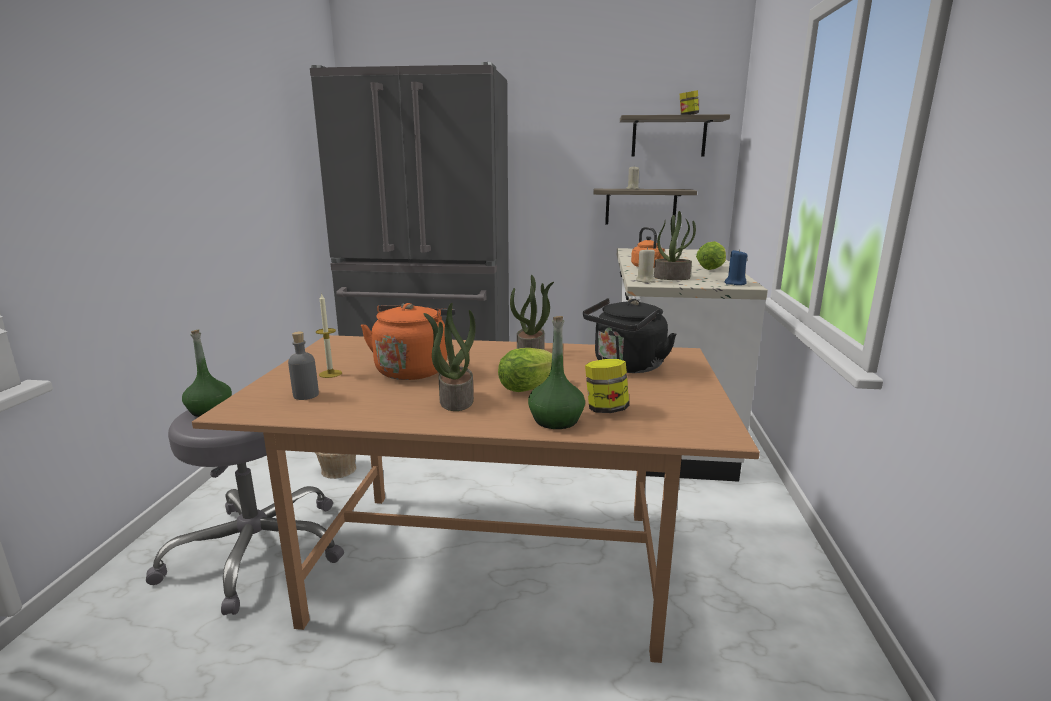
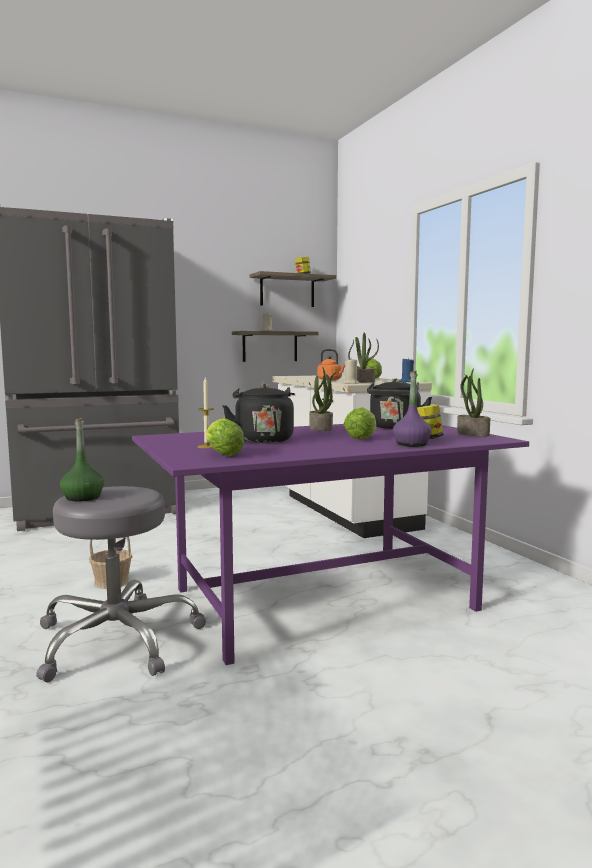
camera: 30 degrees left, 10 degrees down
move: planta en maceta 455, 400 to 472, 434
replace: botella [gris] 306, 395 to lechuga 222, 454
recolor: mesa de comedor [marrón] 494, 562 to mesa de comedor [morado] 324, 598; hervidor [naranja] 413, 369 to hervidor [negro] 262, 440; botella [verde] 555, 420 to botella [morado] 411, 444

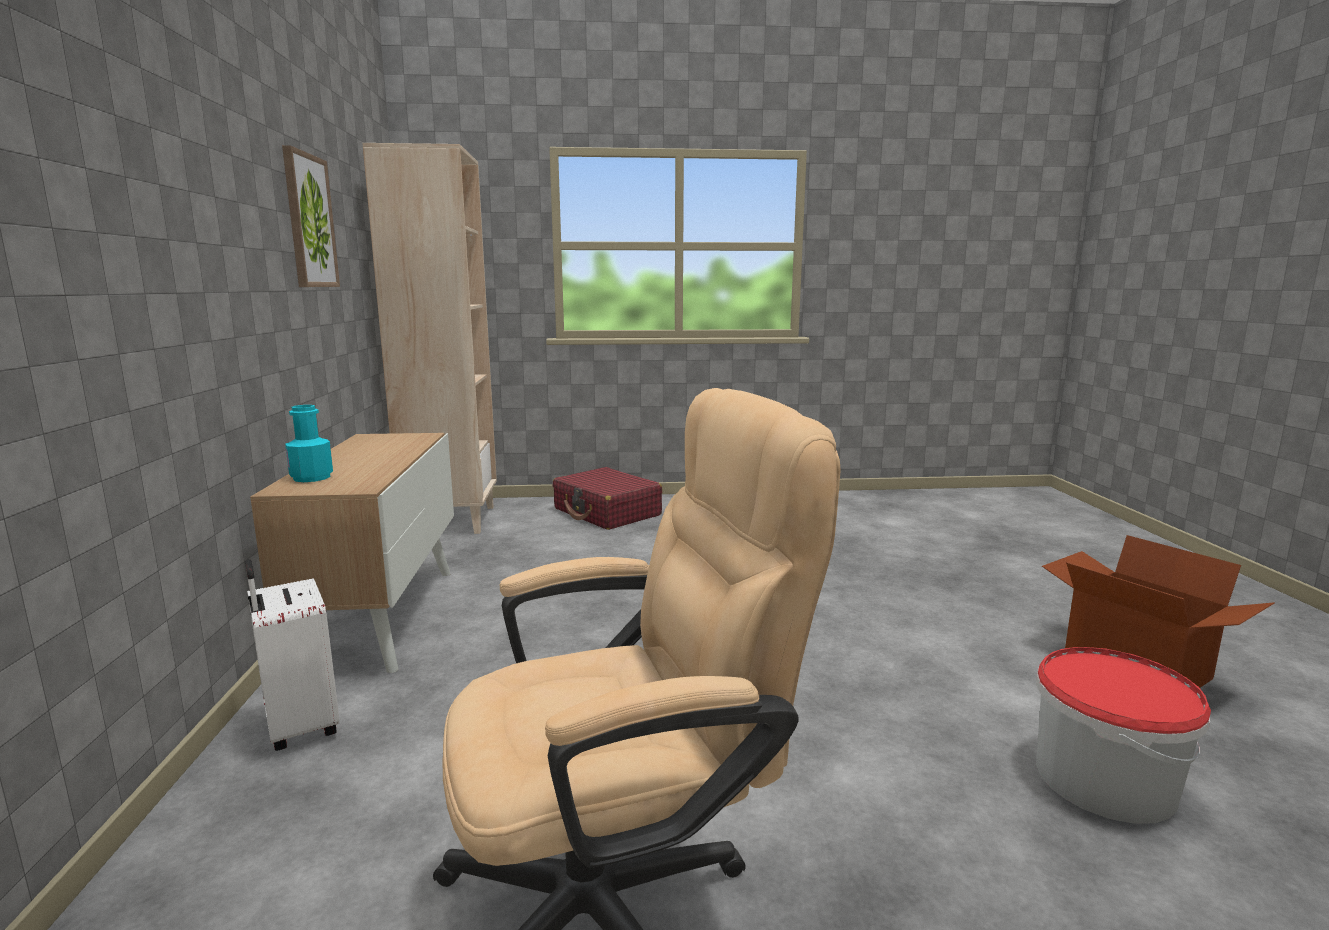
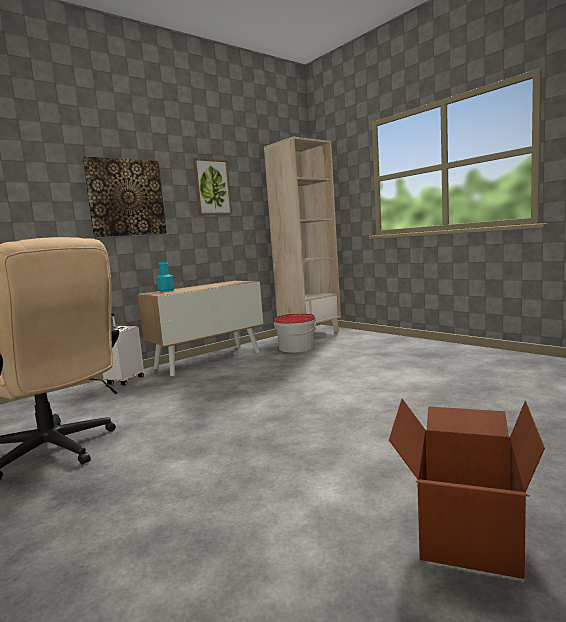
camera: 55 degrees right, 5 degrees down
delete: maleta [rojo] 607, 512
insert: cuadro 126, 197
move: cubo 1103, 779 to 296, 347

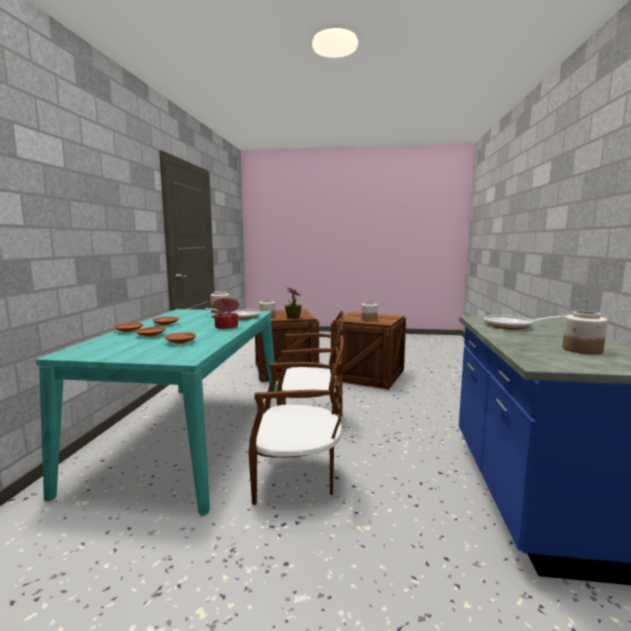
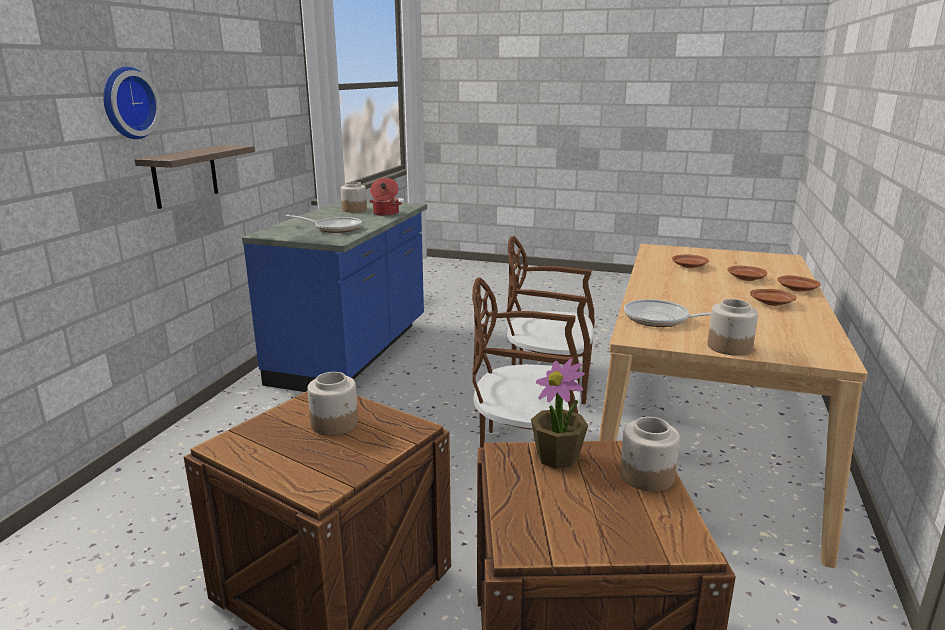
camera: 170 degrees left, 10 degrees up
insert: reloj de pared 127, 103; estante 185, 176
move: olla 227, 327 to 385, 214
recolor: mesa de comedor [turquesa] 189, 434 to mesa de comedor [beis] 703, 439

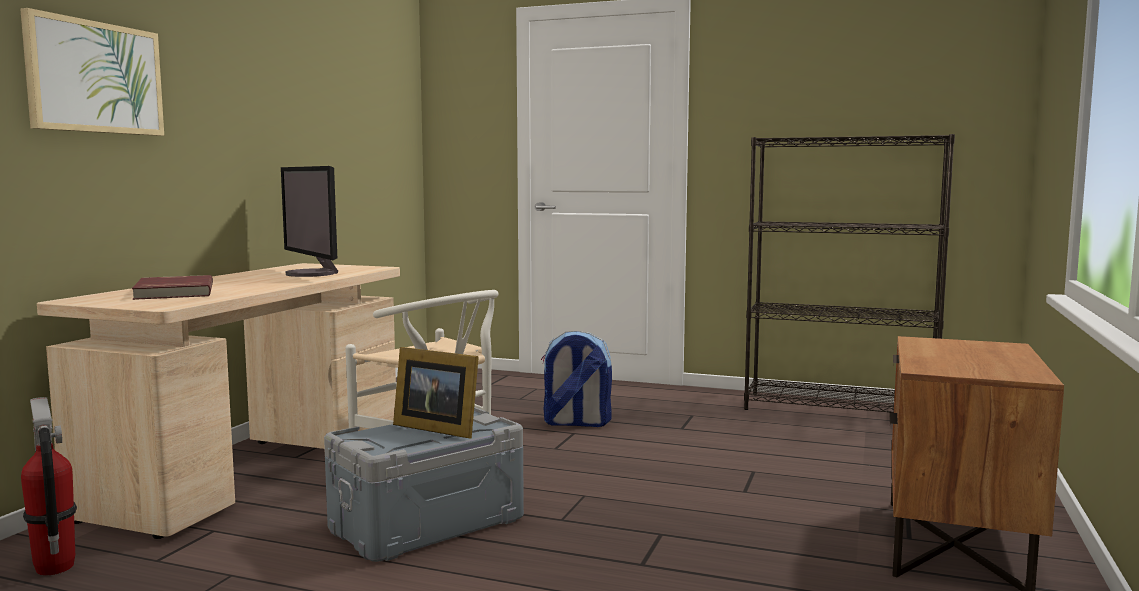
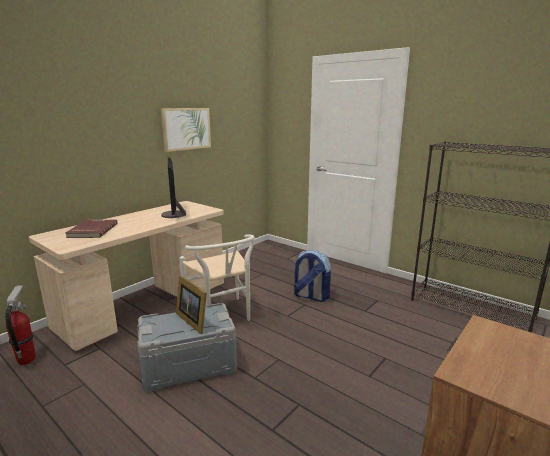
camera: 20 degrees right, 10 degrees up
move: cuadro 95, 77 to 186, 129

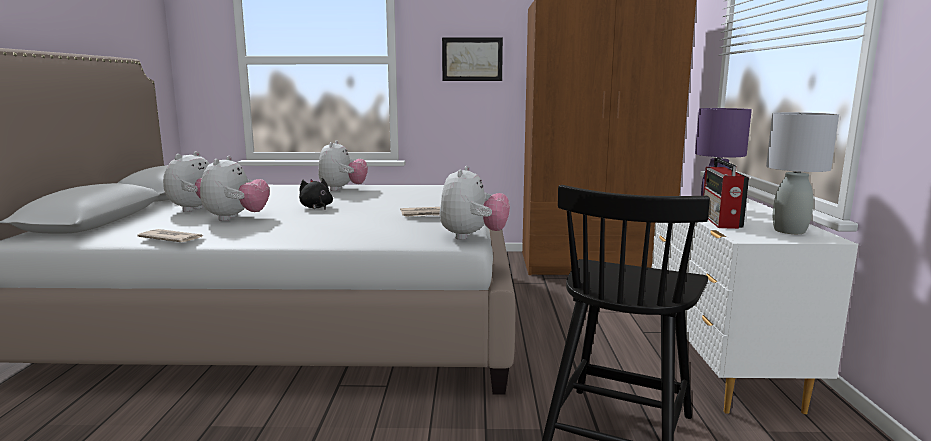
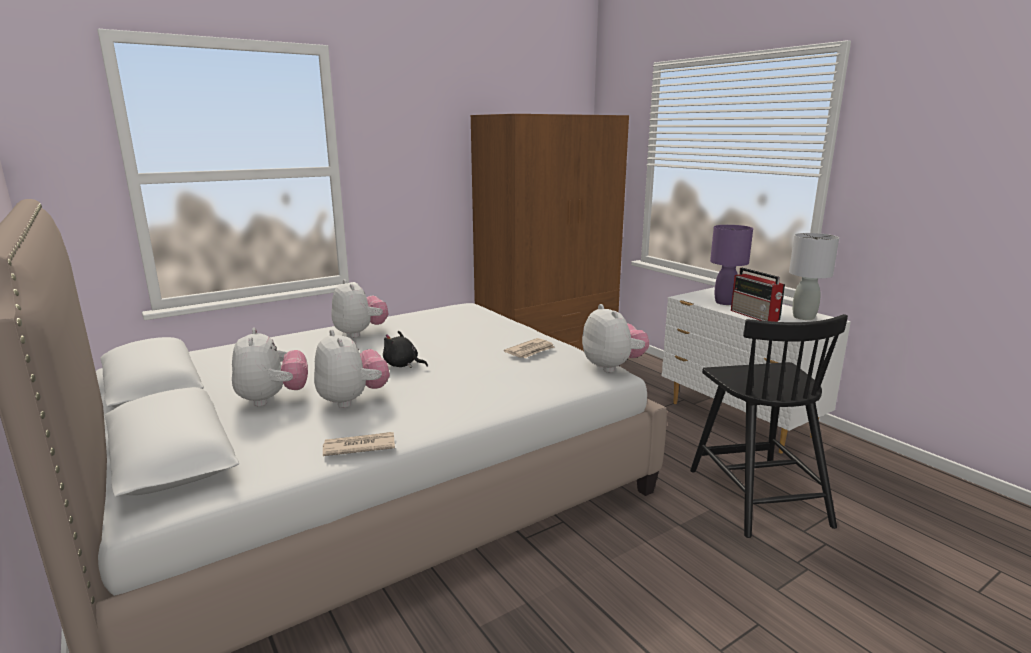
camera: 35 degrees left, 5 degrees up
delete: cuadro 472, 59

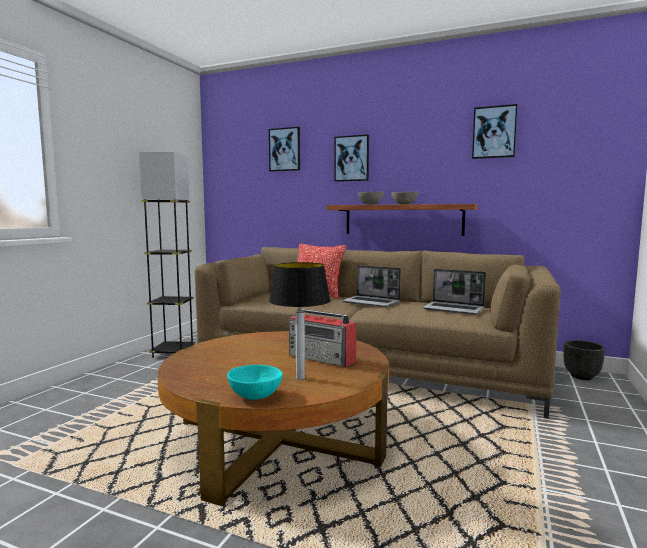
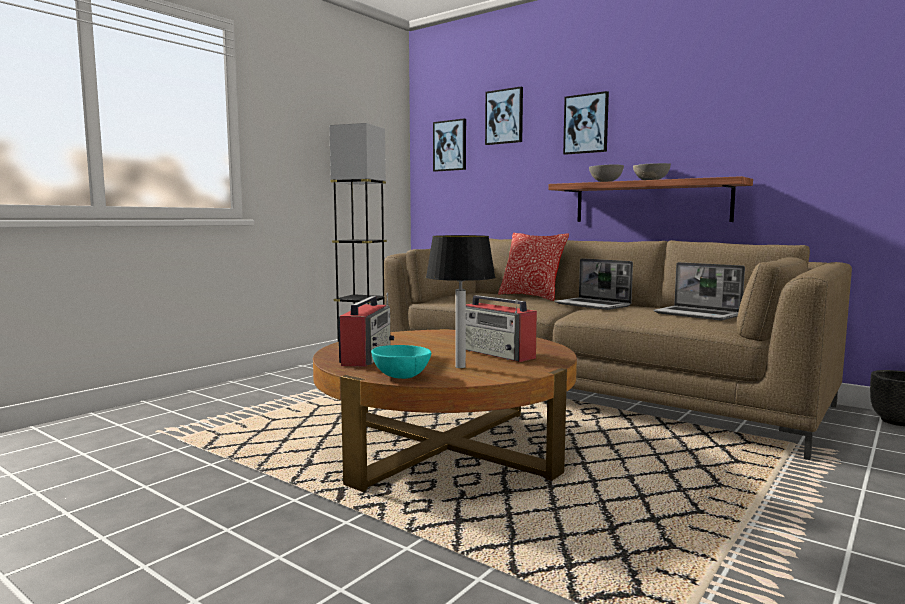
camera: 15 degrees right, 0 degrees up
insert: radio 366, 356
move: cuadro 494, 132 to 450, 145

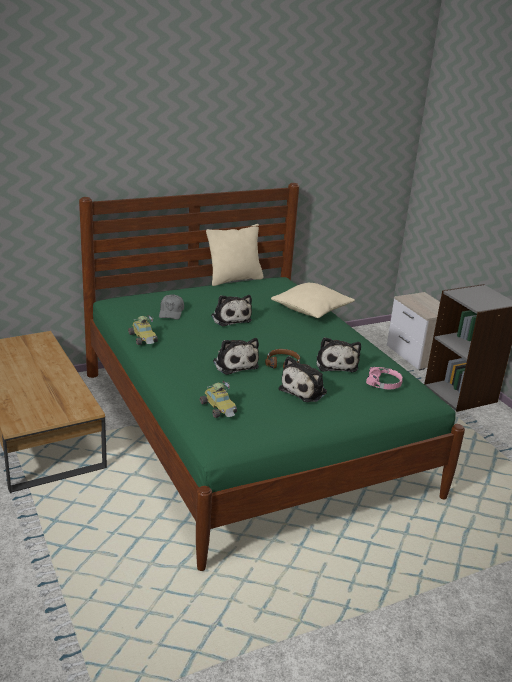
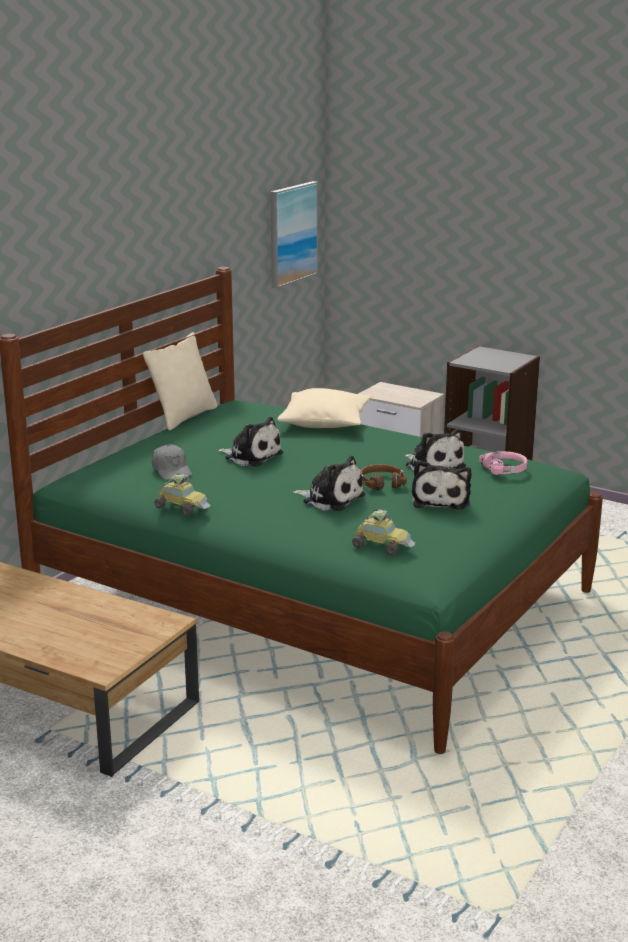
camera: 30 degrees left, 5 degrees down
insert: cuadro 292, 234

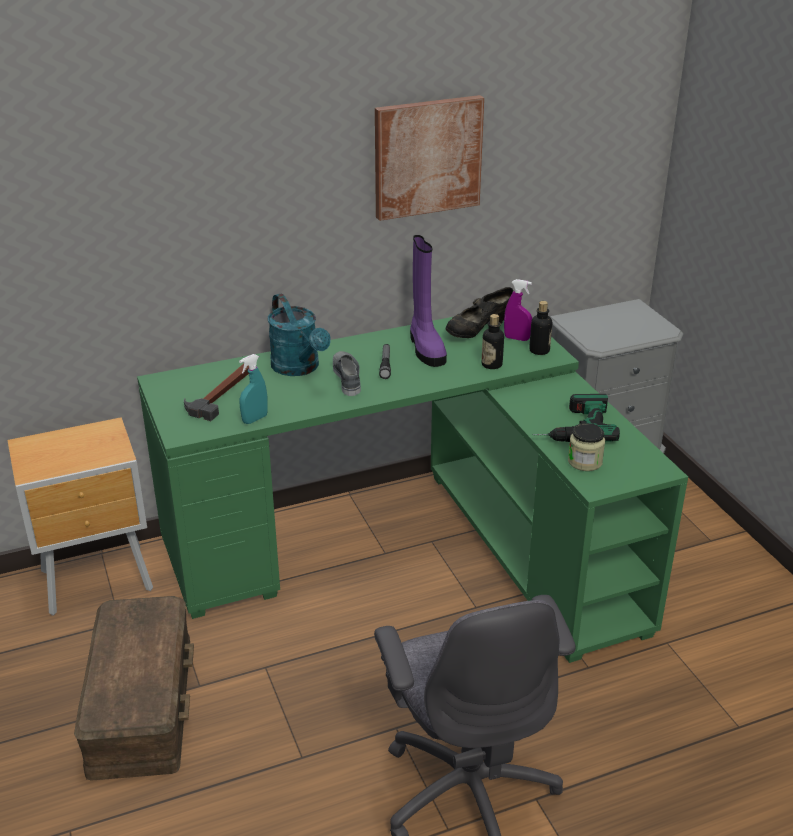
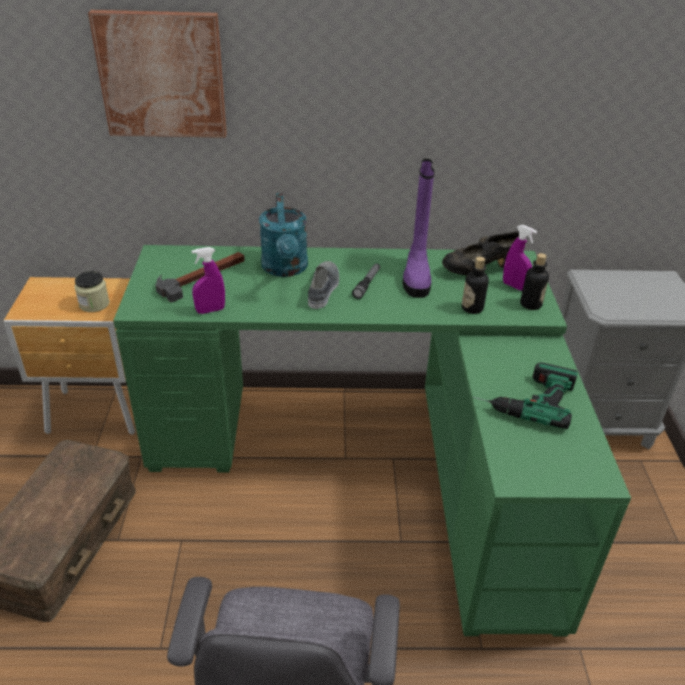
camera: 20 degrees right, 5 degrees up
move: cuadro 427, 157 to 162, 75; tarro 585, 462 to 94, 304
recolor: pulverizador [turquesa] 255, 419 to pulverizador [morado] 210, 310

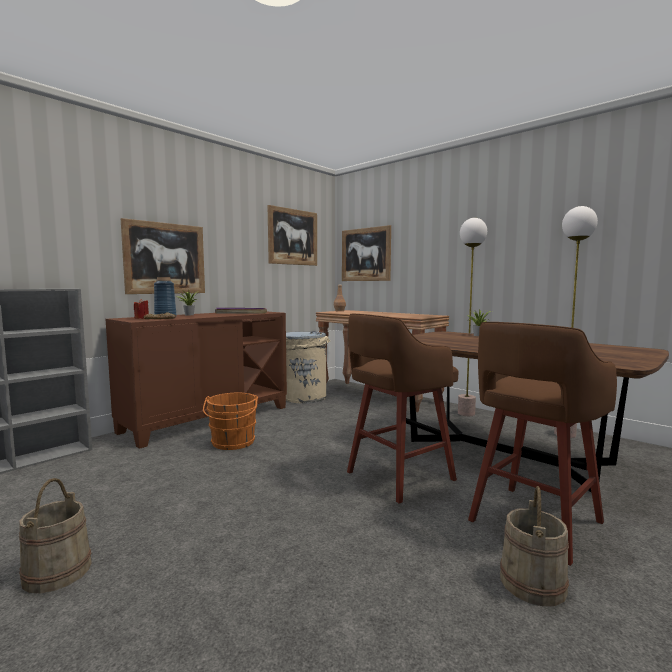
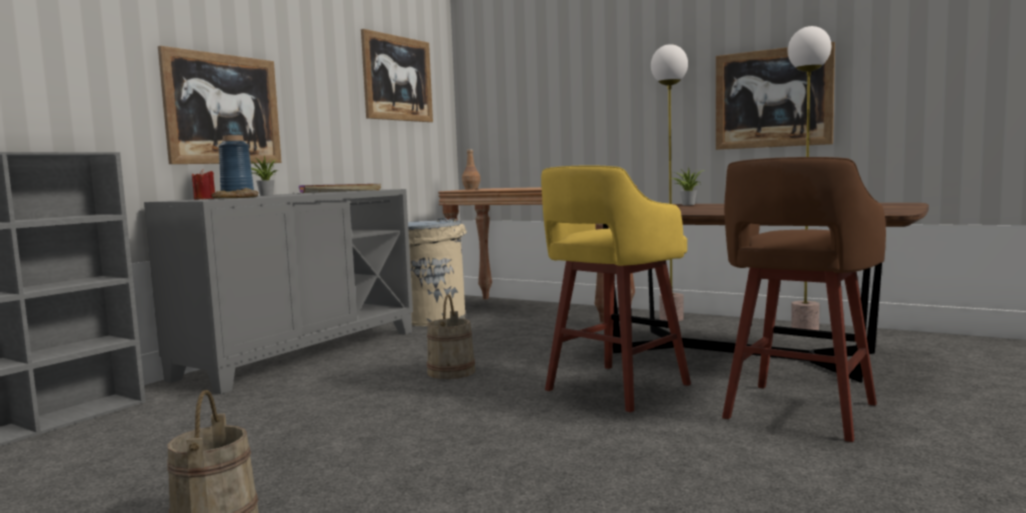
camera: 10 degrees left, 0 degrees up
delete: cubo [naranja] 232, 443
move: cuadro 365, 254 to 772, 98; cubo [beis] 533, 583 to 451, 372
recolor: armario [marrón] 207, 419 to armario [gris] 301, 354; taburete [marrón] 397, 477 to taburete [amarillo] 614, 388

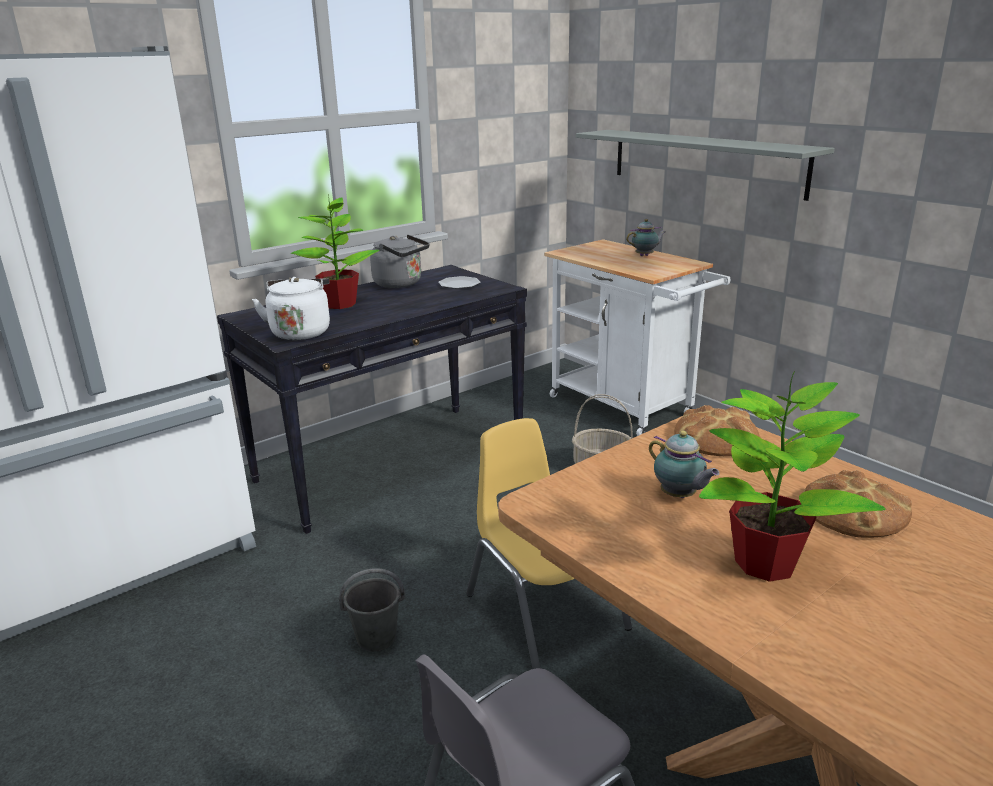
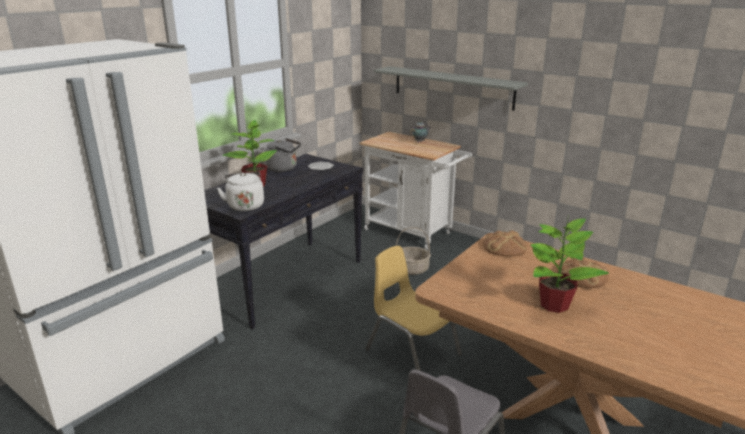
camera: 15 degrees left, 0 degrees up
delete: cubo [gris] 377, 637; tetera 679, 496

